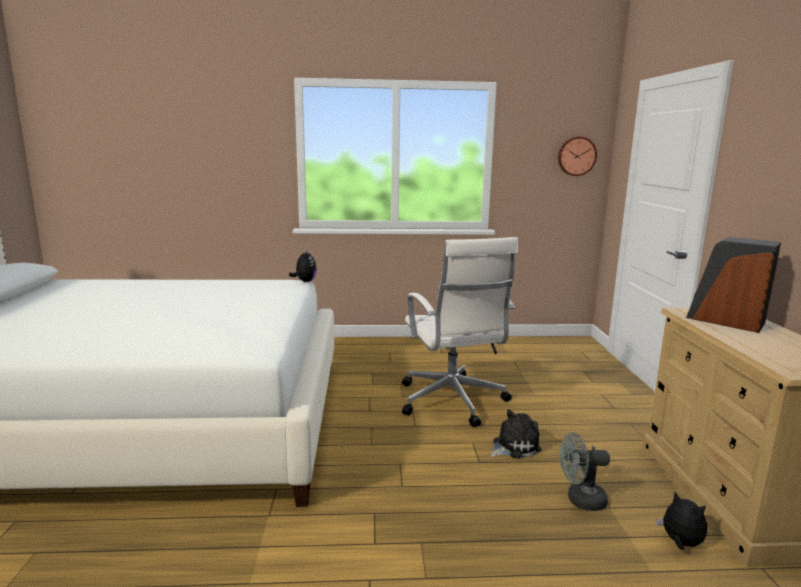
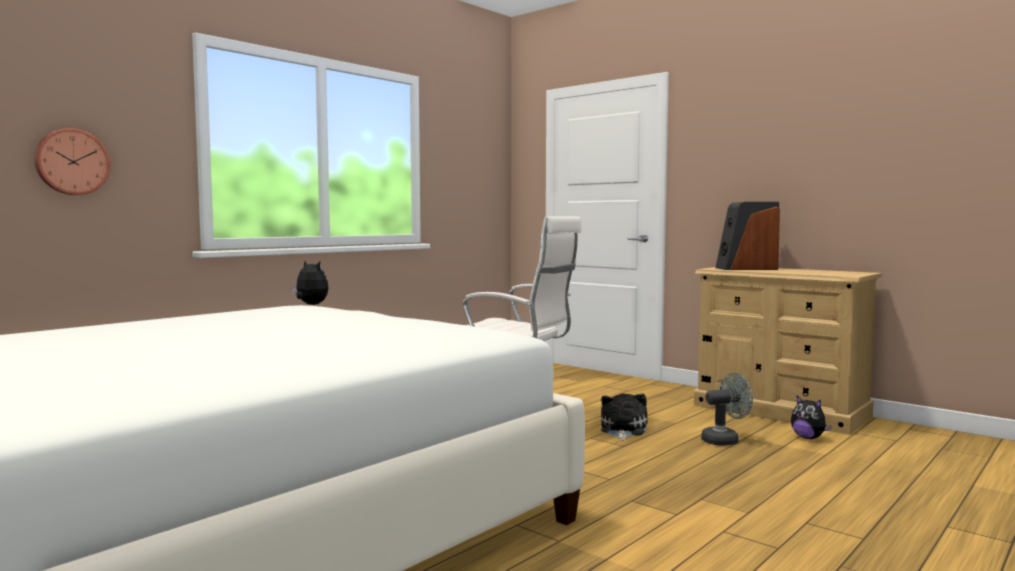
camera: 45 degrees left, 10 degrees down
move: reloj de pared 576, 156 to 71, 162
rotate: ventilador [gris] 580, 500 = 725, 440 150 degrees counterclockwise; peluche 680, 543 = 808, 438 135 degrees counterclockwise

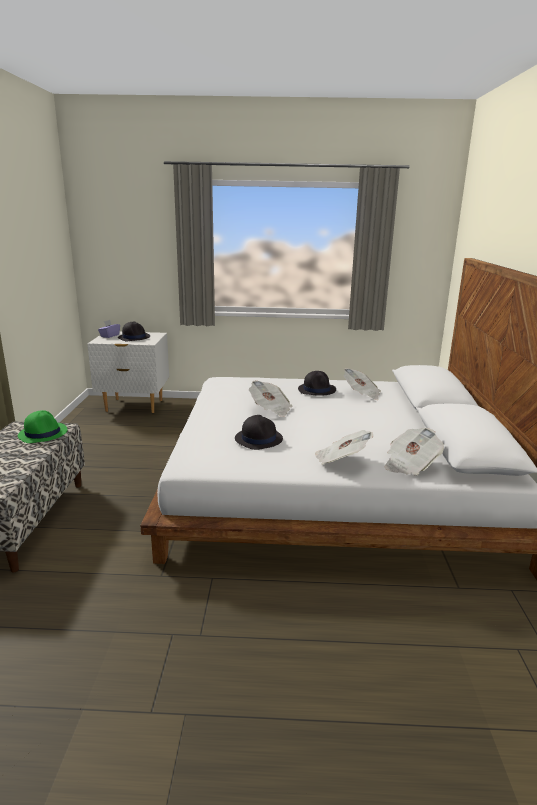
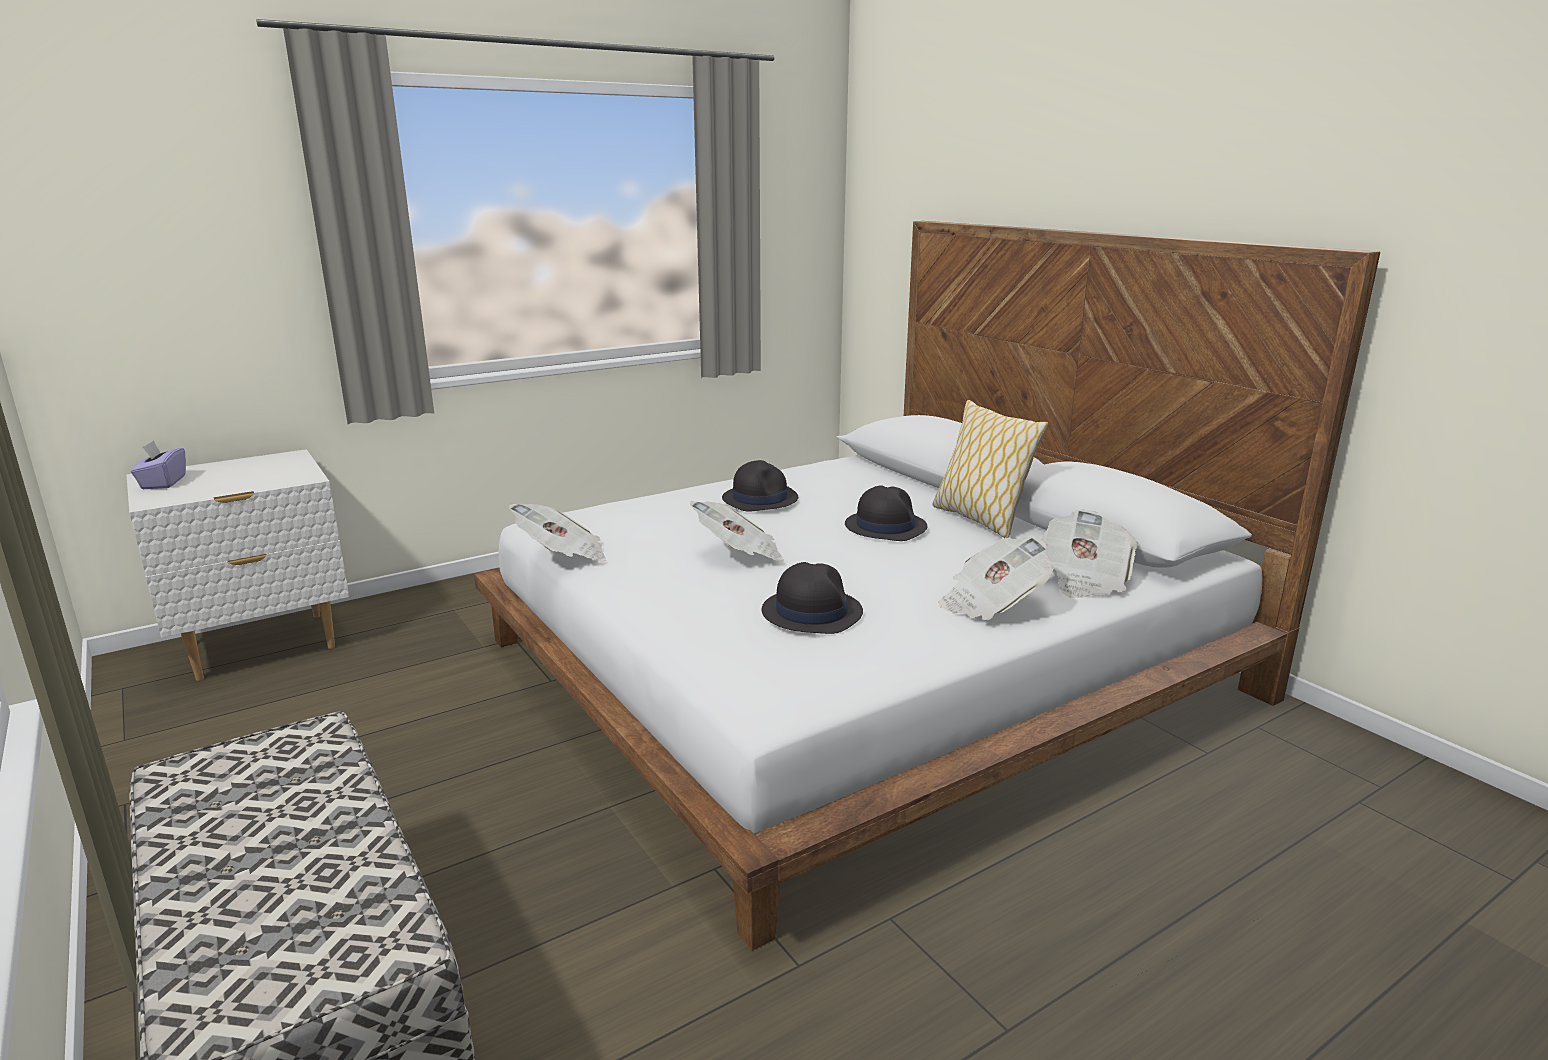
camera: 35 degrees left, 0 degrees up
delete: sombrero [verde] 43, 433
insert: cojín 980, 519
move: sombrero [negro] 134, 337 to 885, 526; periódico 361, 394 to 562, 556

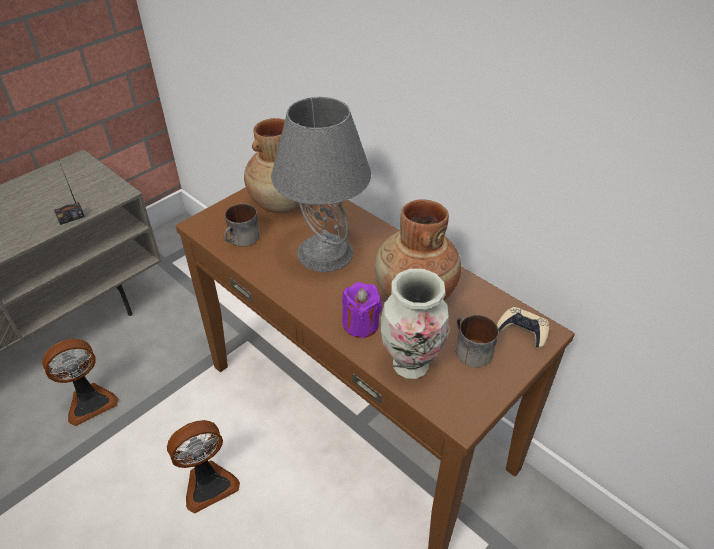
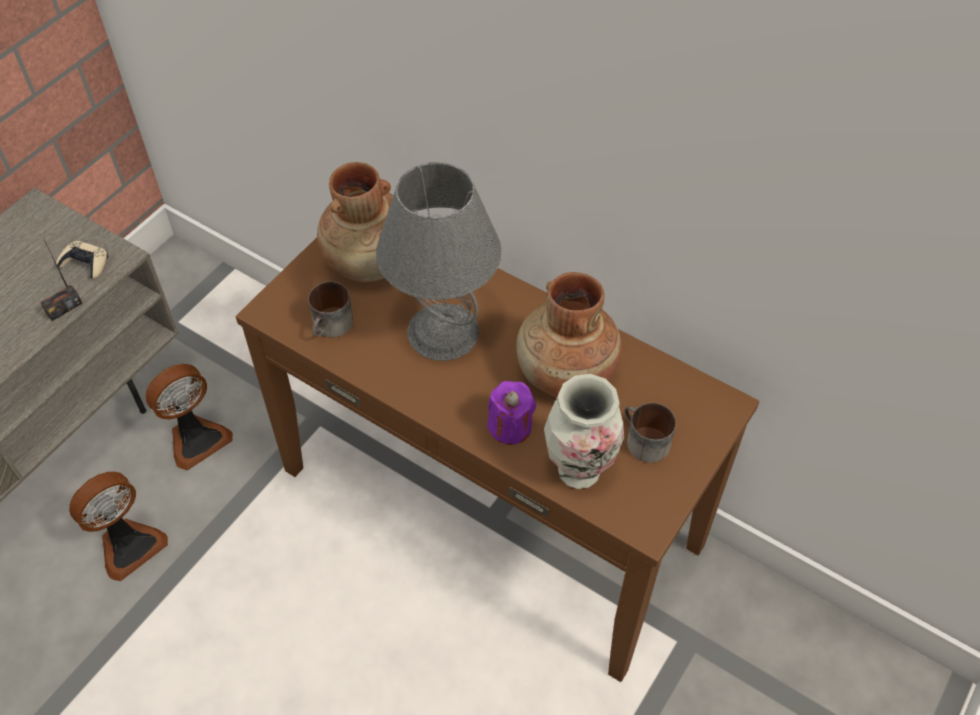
camera: 10 degrees left, 10 degrees up
move: ventilador 208, 483 to 196, 438; mando de consola [beis] 523, 331 to 85, 263

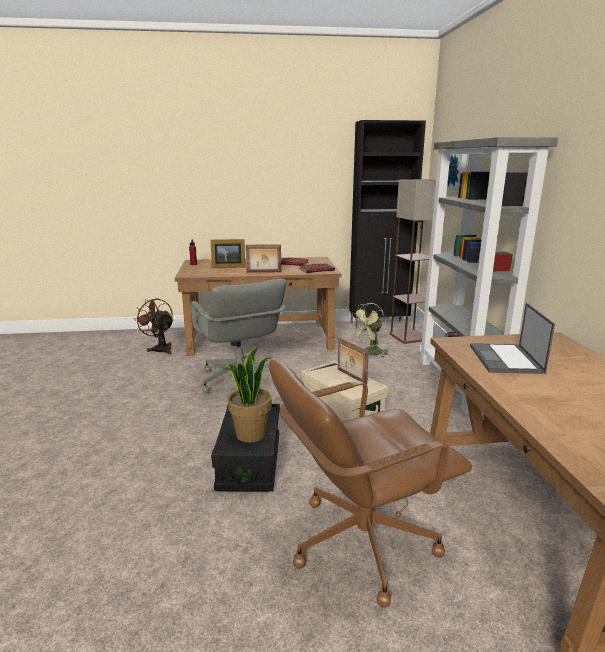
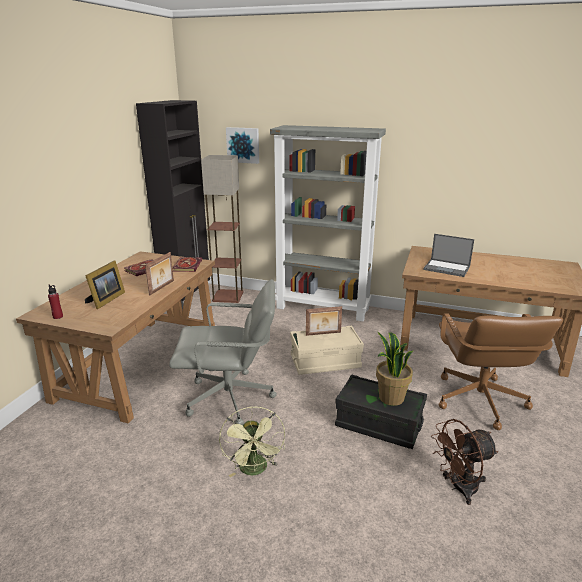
camera: 65 degrees left, 5 degrees up
move: ventilador [marrón] 160, 348 to 458, 488; ventilador [verde] 370, 353 to 255, 470

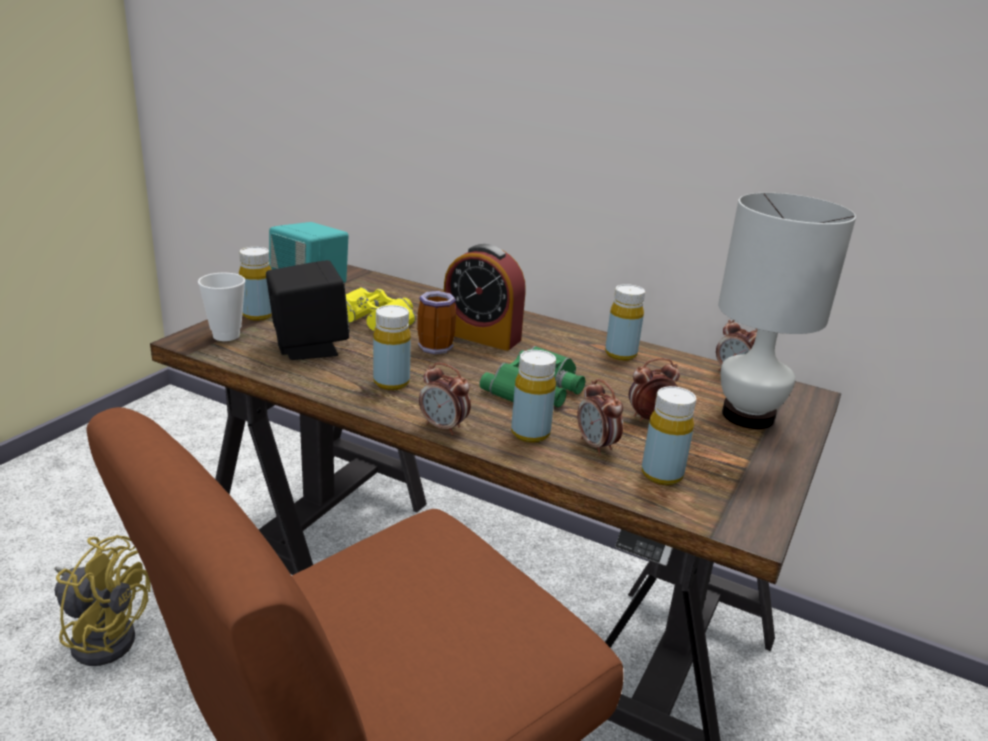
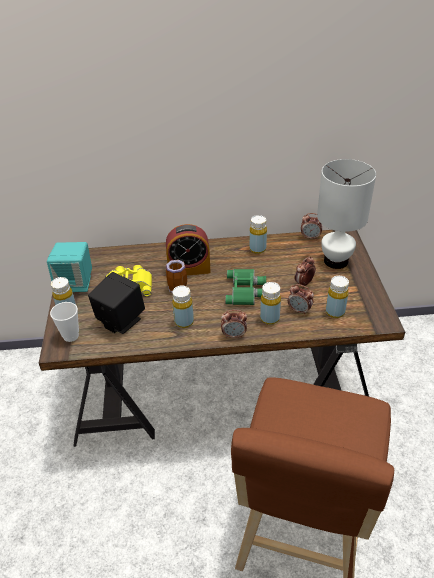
camera: 30 degrees left, 15 degrees up
delete: ventilador [amarillo] 104, 635

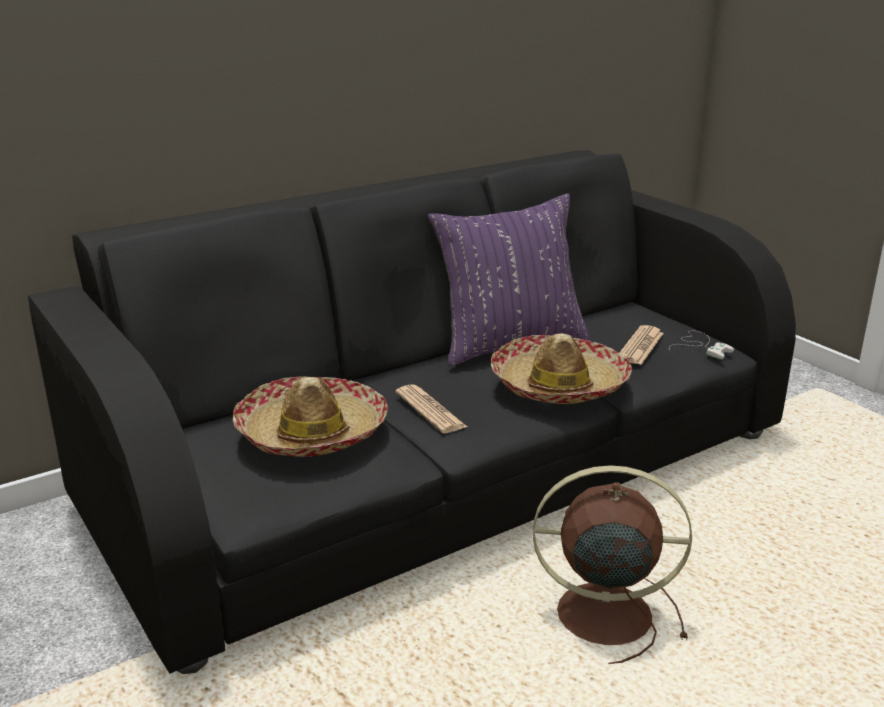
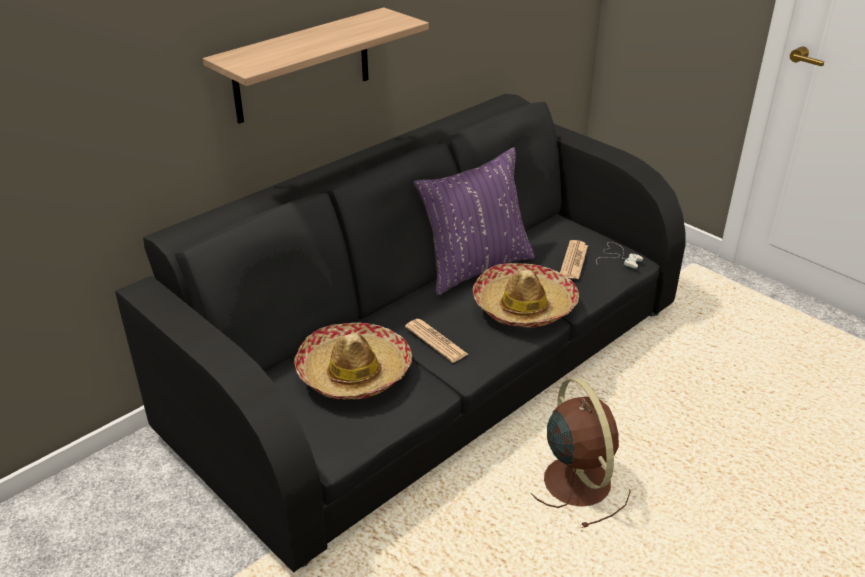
camera: 10 degrees left, 10 degrees up
insert: estante 302, 66
rotate: ventilador [marrón] 599, 614 = 575, 479 75 degrees clockwise

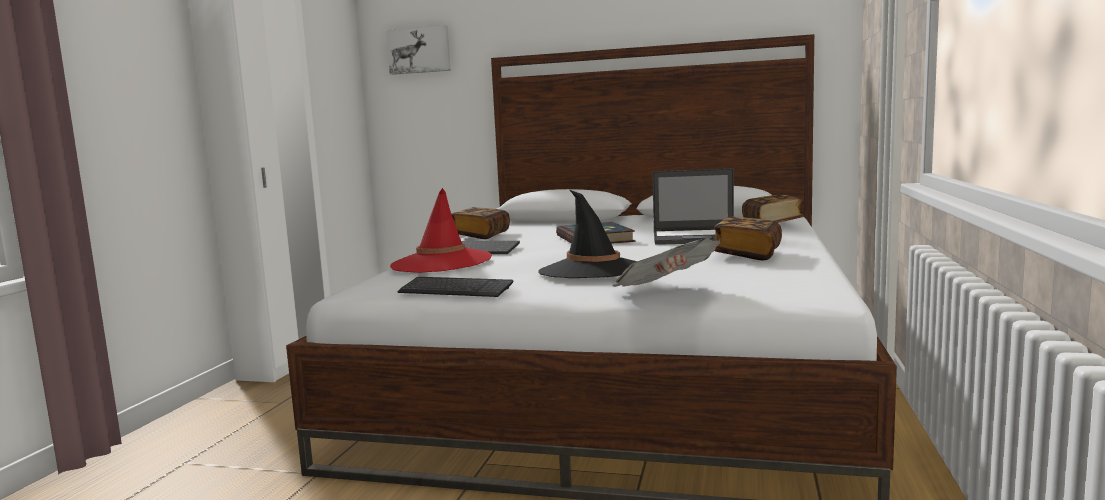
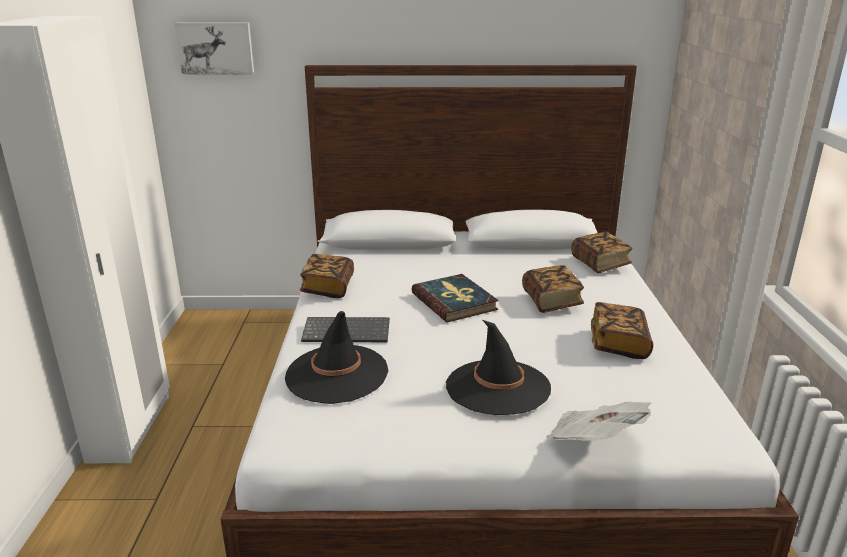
camera: 15 degrees left, 15 degrees up
delete: teclado 455, 290
replace: portátil 696, 238 to libro 551, 301
recolor: sombrero [rojo] 441, 262 to sombrero [negro] 337, 374

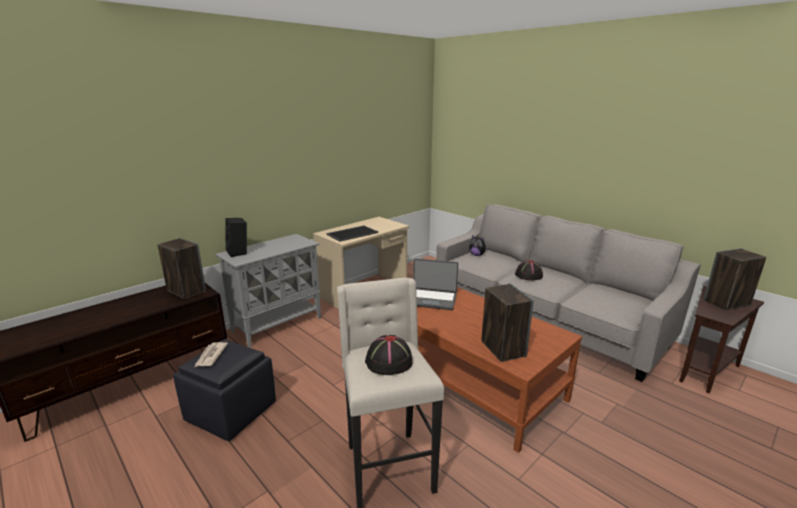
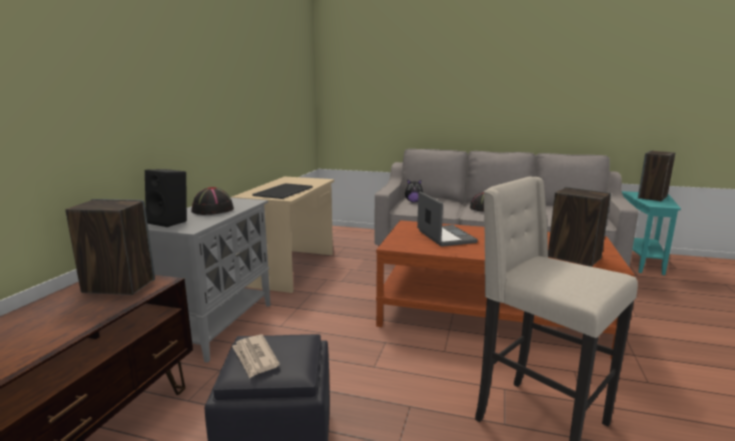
camera: 30 degrees left, 5 degrees down
move: sombrero [negro] 388, 362 to 212, 210
recolor: mesa auxiliar [marrón] 705, 369 to mesa auxiliar [turquesa] 641, 261
rotate: portátil 432, 299 = 444, 237 90 degrees counterclockwise

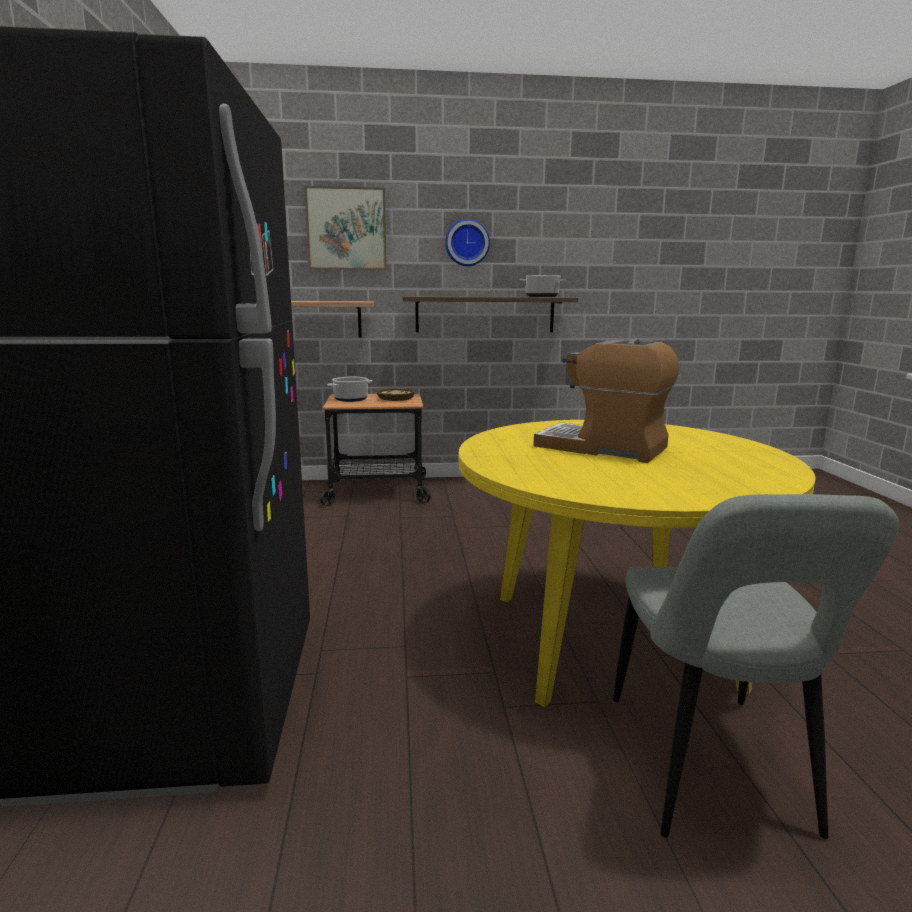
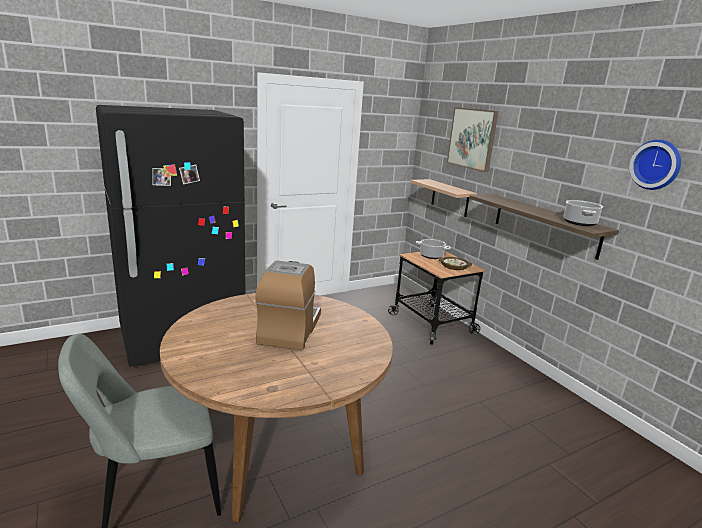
camera: 65 degrees right, 5 degrees up
move: reloj de pared 467, 243 to 656, 164
recolor: mesa de comedor [amarillo] 610, 639 to mesa de comedor [marrón] 278, 450

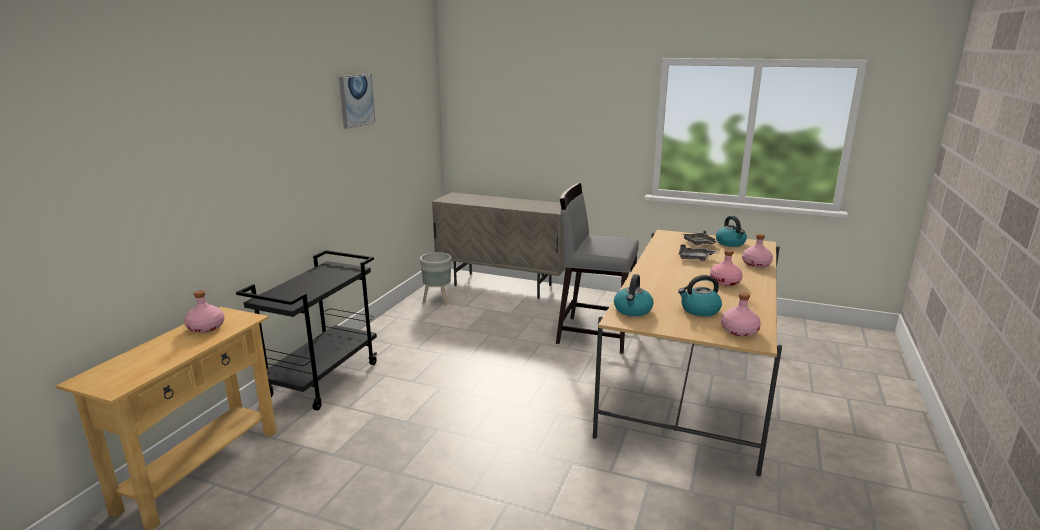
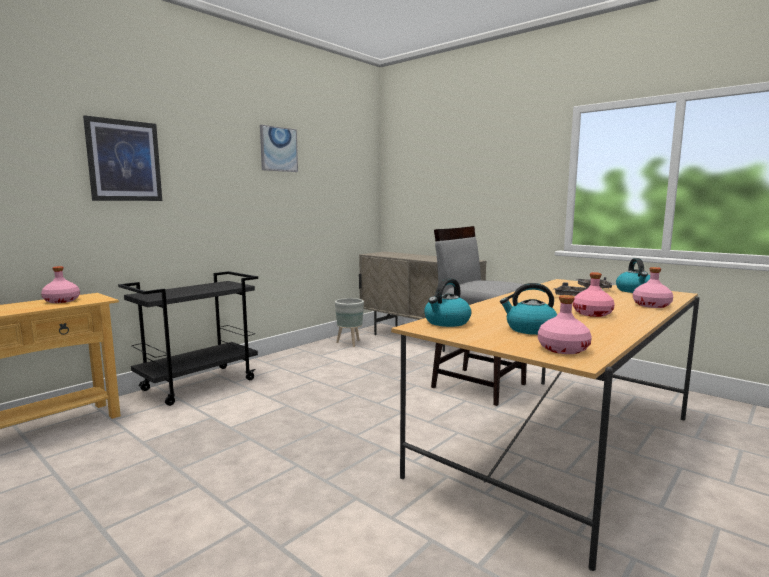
camera: 20 degrees right, 10 degrees down
insert: cuadro 124, 161

